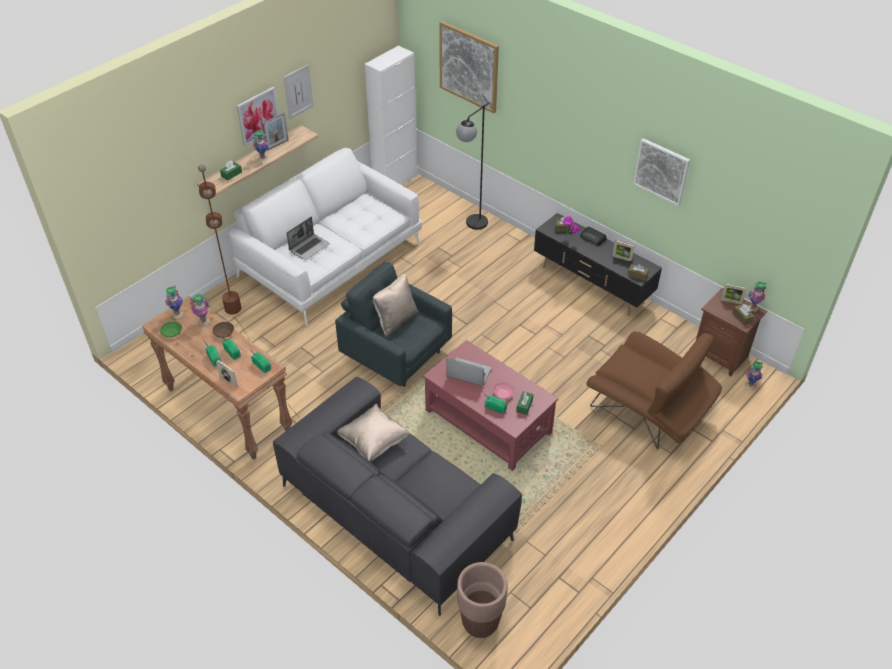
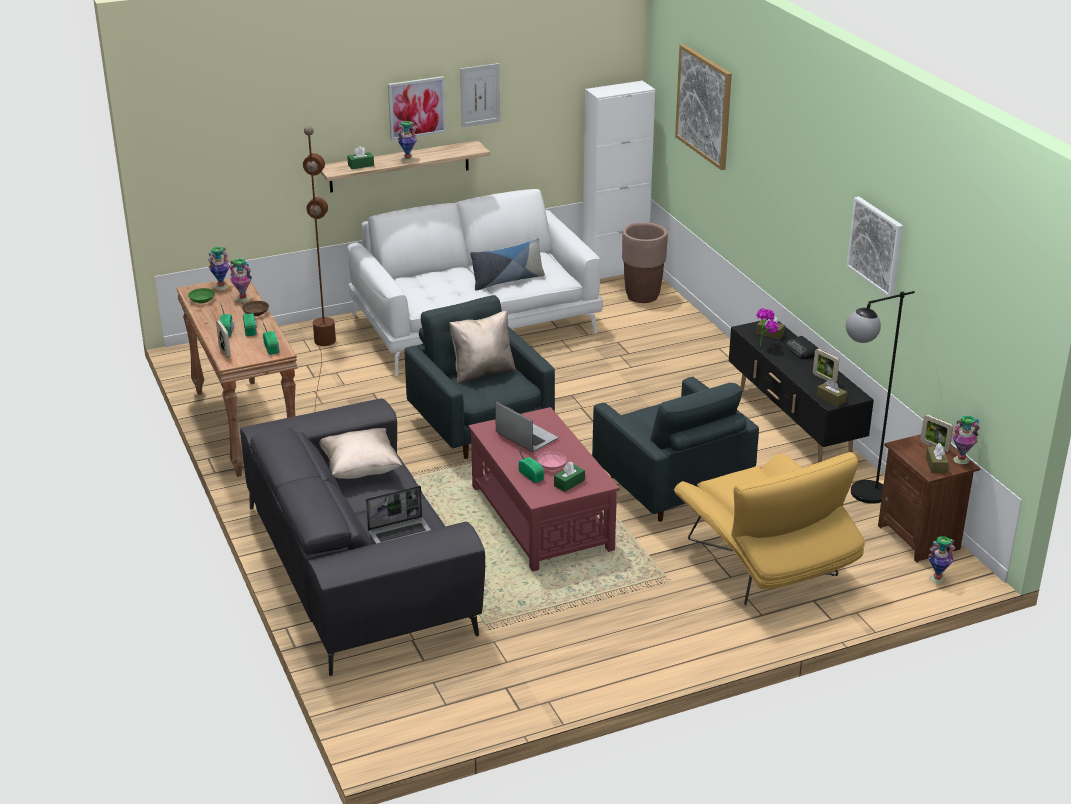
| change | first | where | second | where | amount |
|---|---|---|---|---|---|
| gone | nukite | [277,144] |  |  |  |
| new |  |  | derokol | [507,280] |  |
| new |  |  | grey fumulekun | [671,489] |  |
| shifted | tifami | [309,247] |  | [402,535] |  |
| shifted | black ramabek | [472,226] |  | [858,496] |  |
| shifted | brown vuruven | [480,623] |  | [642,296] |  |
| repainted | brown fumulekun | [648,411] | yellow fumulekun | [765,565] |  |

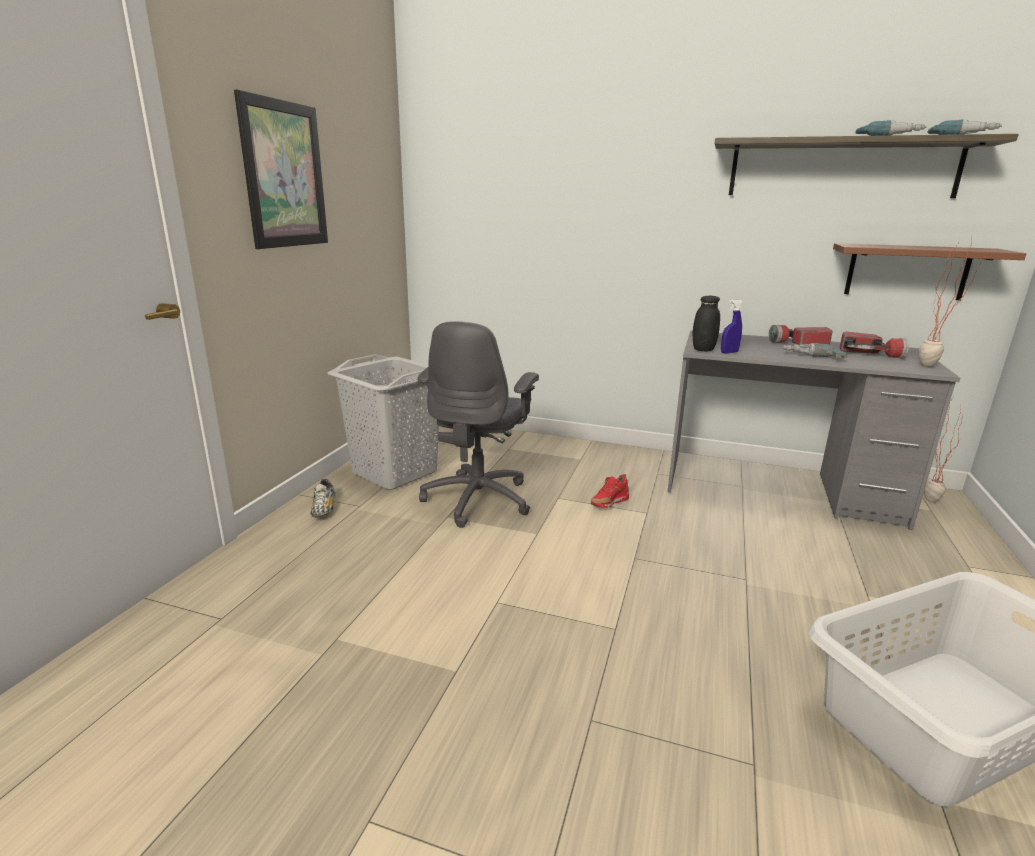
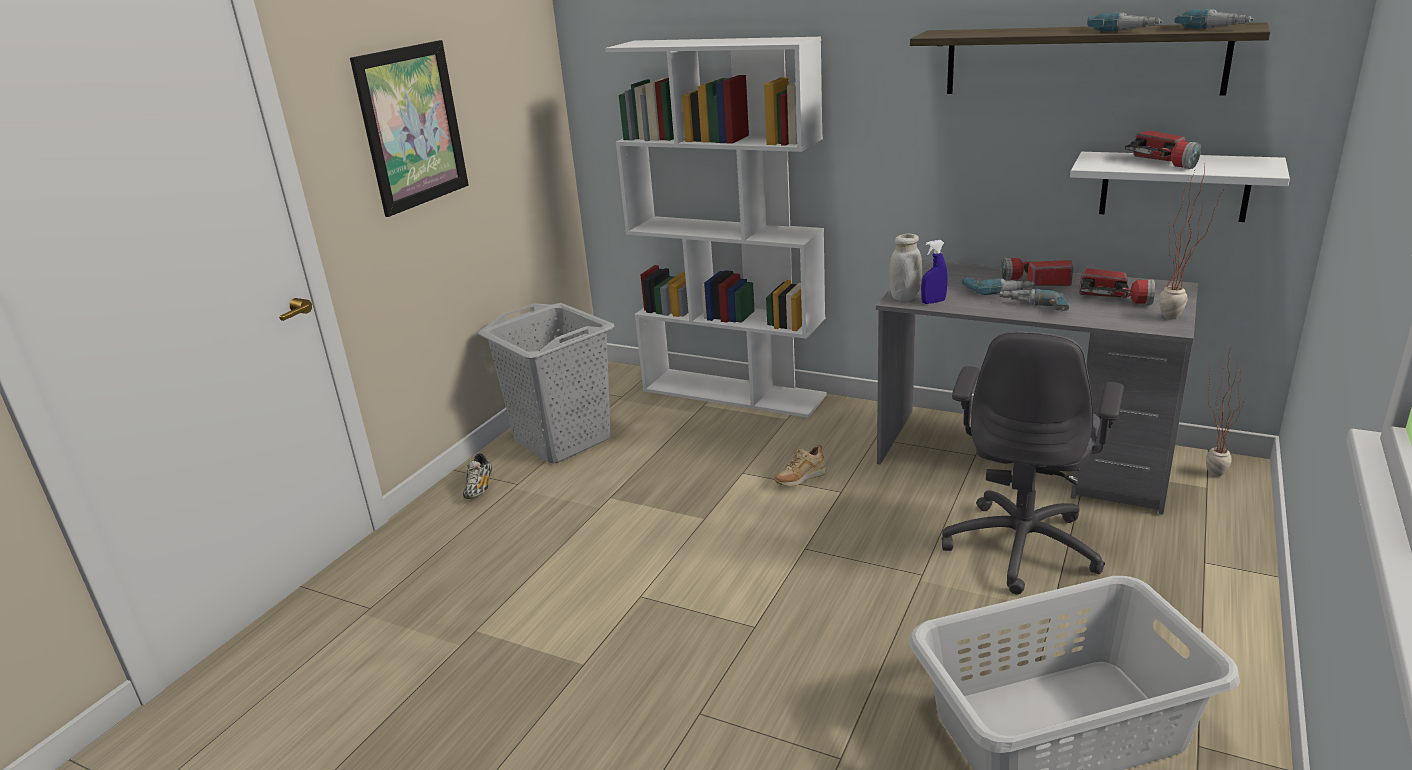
| change | first | where | second | where | amount |
|---|---|---|---|---|---|
| new |  |  | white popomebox | [734,392] |  |
| new |  |  | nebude | [997,290] |  |
| new |  |  | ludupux | [1164,162] |  |
| shifted | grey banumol | [479,499] |  | [1022,546] |  |
| repainted | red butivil | [608,504] | beige butivil | [799,480] |  |
| repainted | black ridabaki | [703,349] | white ridabaki | [904,297] |  |
| repainted | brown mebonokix | [906,271] | white mebonokix | [1174,186] |  |

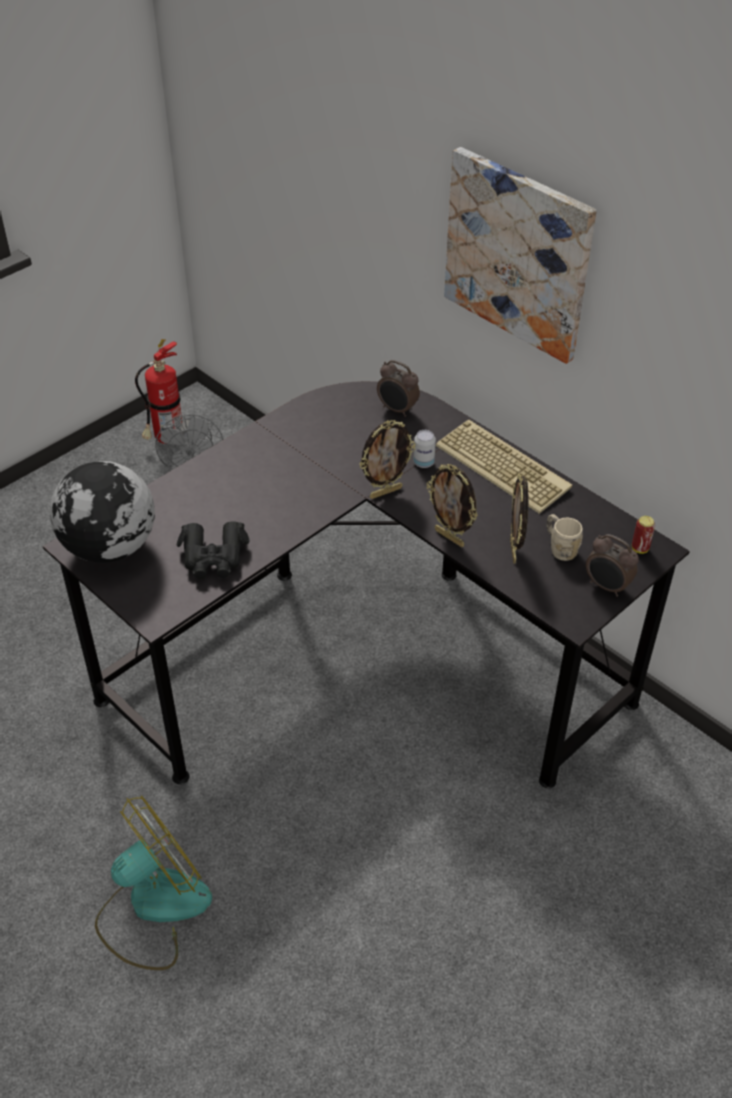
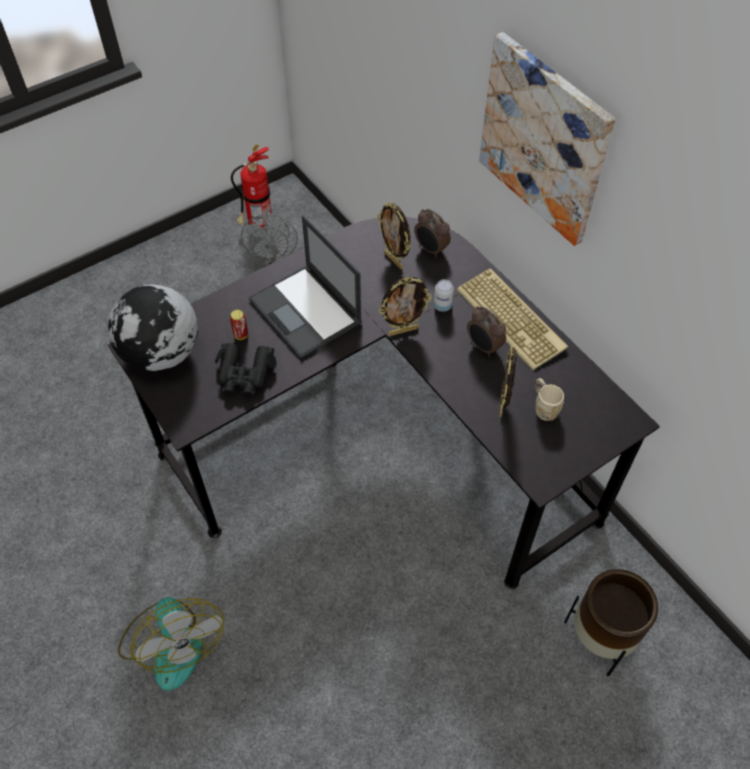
| change | first | where | second | where | amount |
|---|---|---|---|---|---|
| new |  |  | tifami | [306,312] |  |
| new |  |  | brown vuruven | [599,637] |  |
| shifted | nukite | [450,537] |  | [394,260] |  |
| shifted | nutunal | [607,587] |  | [483,347] |  |
| shifted | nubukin | [640,548] |  | [241,335] |  |
| rotated | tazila | [152,908] |  | [172,642] | 90 degrees clockwise |

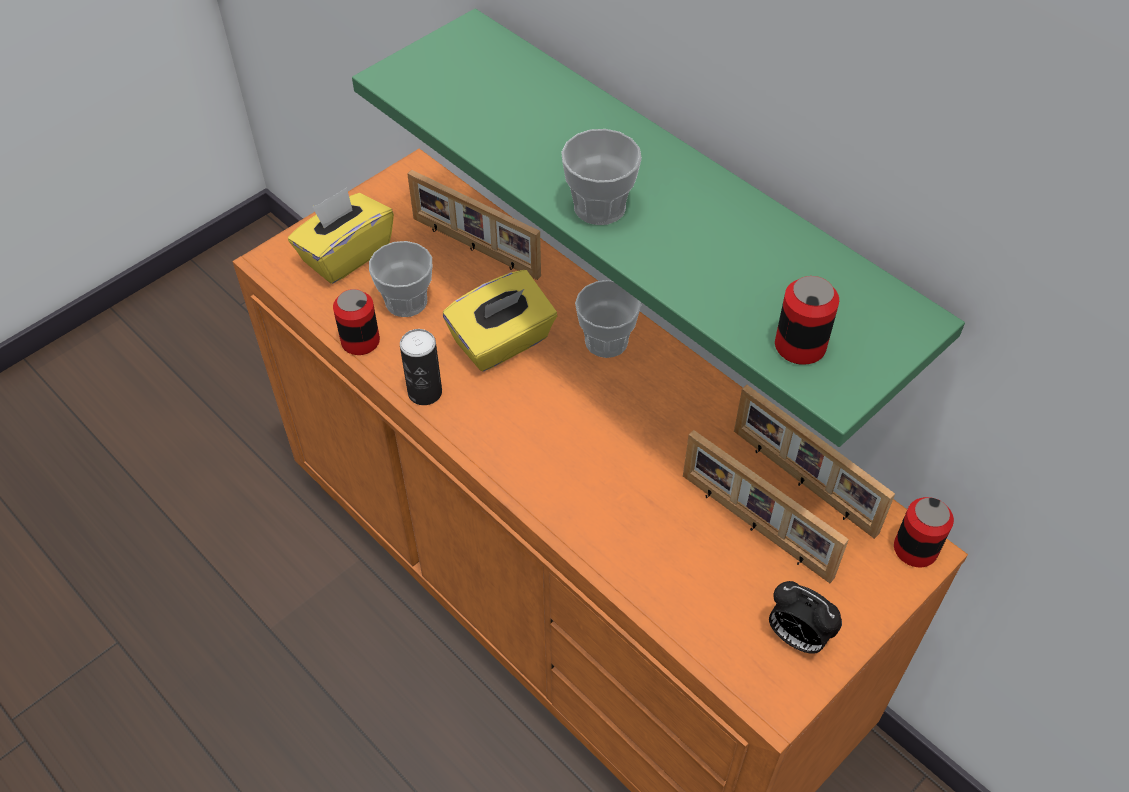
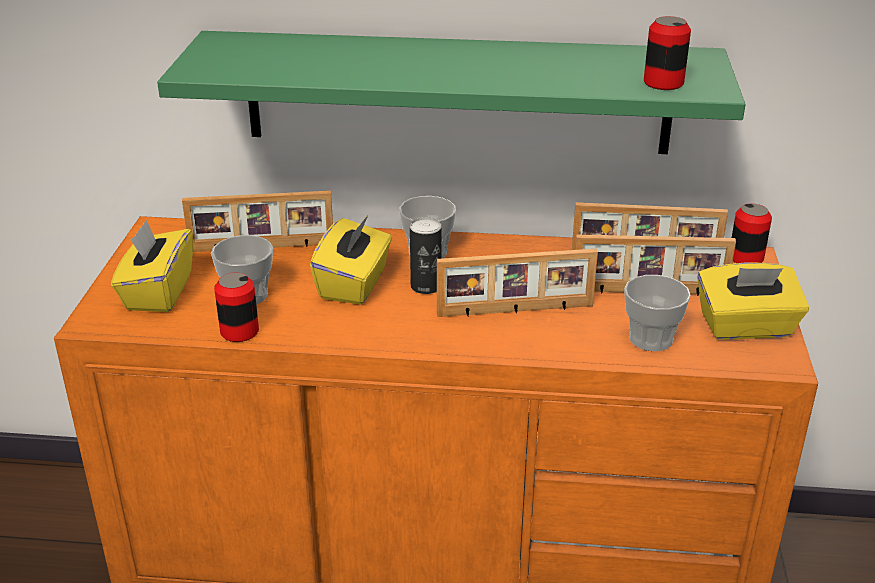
| change | first | where | second | where | amount |
|---|---|---|---|---|---|
| new |  |  | nukite | [515,311] |  |
| shifted | nubukin | [425,392] |  | [426,286] |  |
| shifted | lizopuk | [599,207] |  | [651,339] |  |
| swapped | nutunal | [796,637] | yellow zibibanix | [746,327] |  |

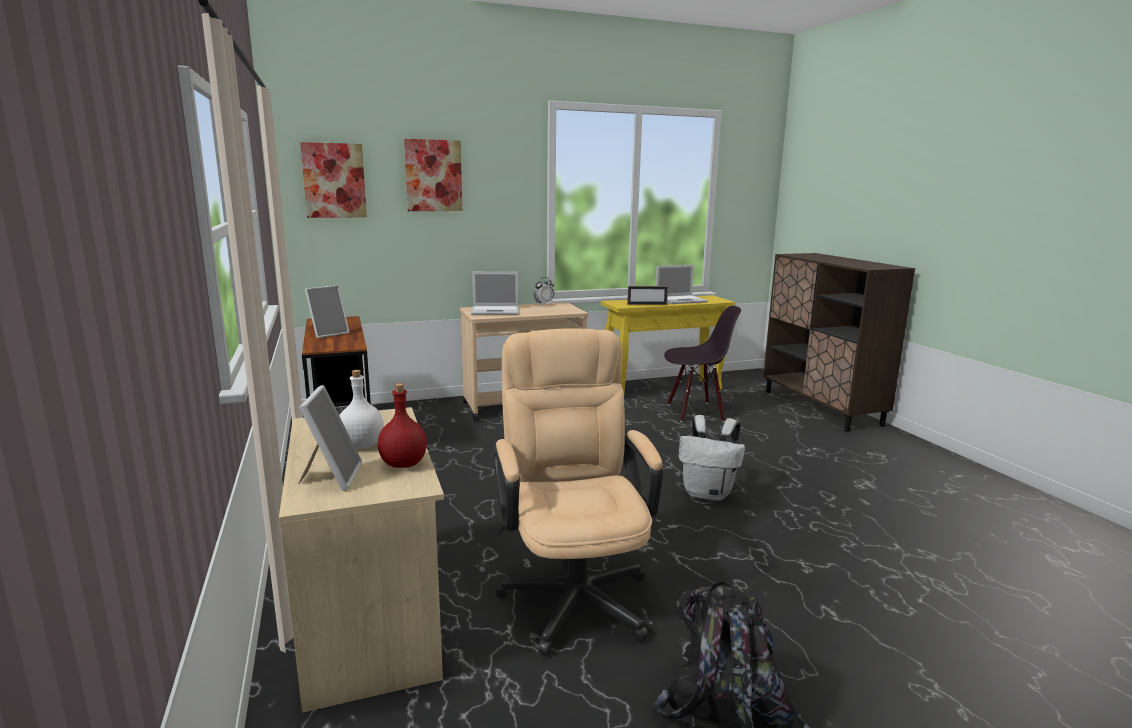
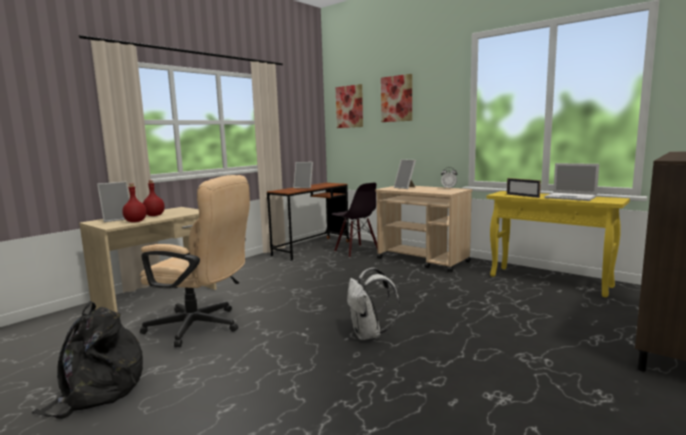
| change | first | where | second | where | amount |
|---|---|---|---|---|---|
| shifted | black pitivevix | [695,412] |  | [356,251] |  |
| swapped | tifami | [496,311] | nukite | [405,188] |  |
| repainted | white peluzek | [361,445] | red peluzek | [154,215] |  |
| rotated | beige banumol | [573,591] |  | [202,327] | 60 degrees clockwise |

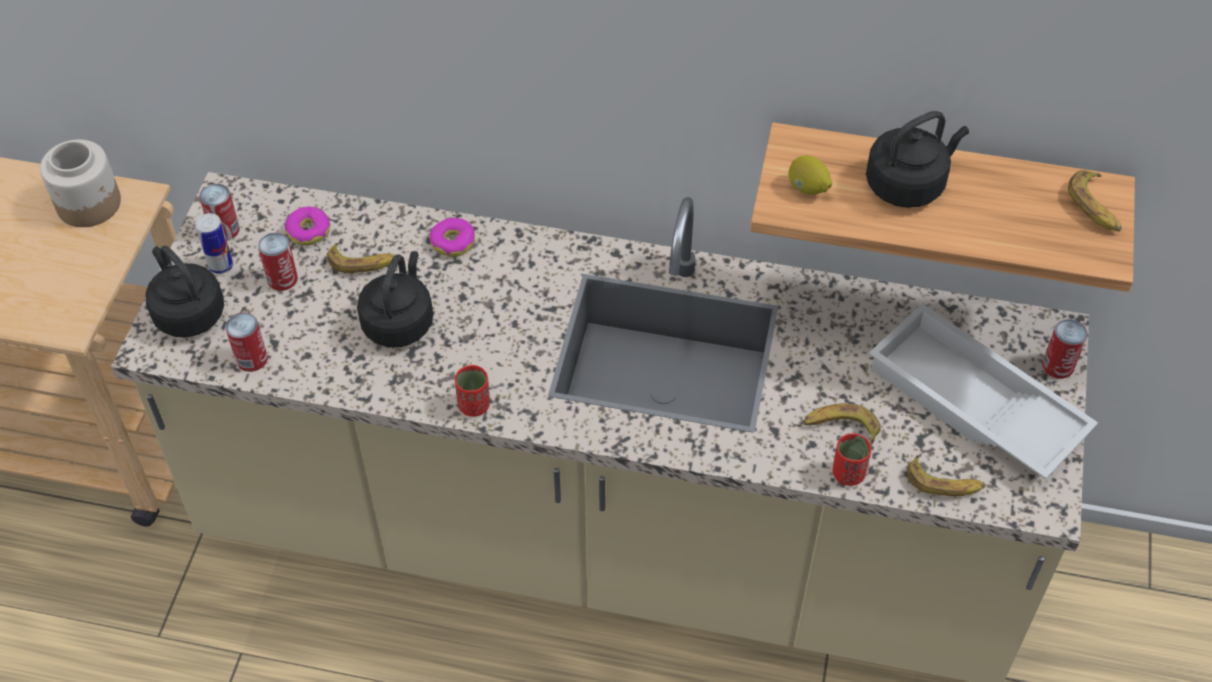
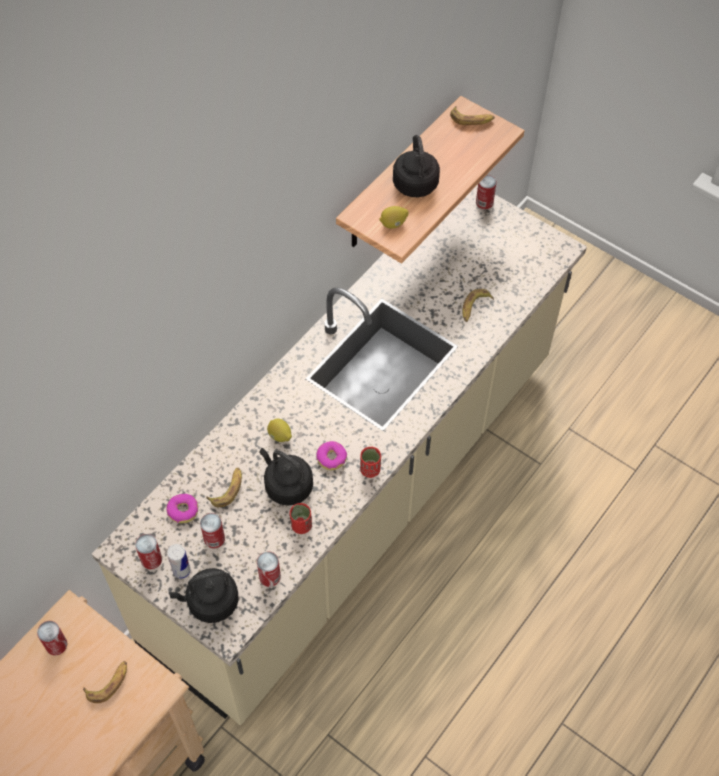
| change | first | where | second | where | amount |
|---|---|---|---|---|---|
| gone | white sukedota | [972,404] |  |  |  |
| new |  |  | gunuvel | [280,436] |  |
| shifted | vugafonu | [453,242] |  | [331,458] |  |
| shifted | red lizopuk | [848,473] |  | [301,525] |  |
| shifted | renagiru | [944,483] |  | [109,683] |  |
| swapped | ridabaki | [90,204] | nubukin | [56,645] |  |

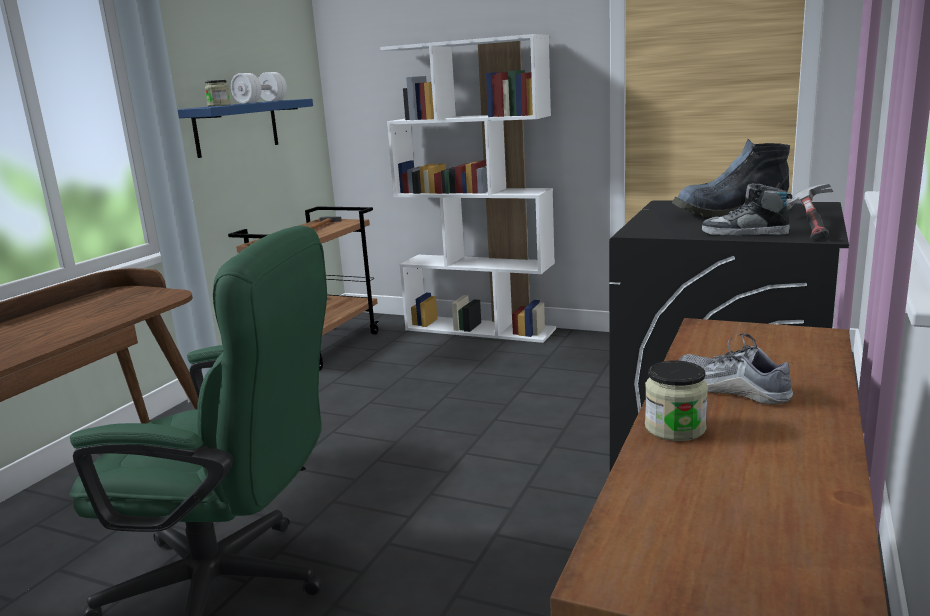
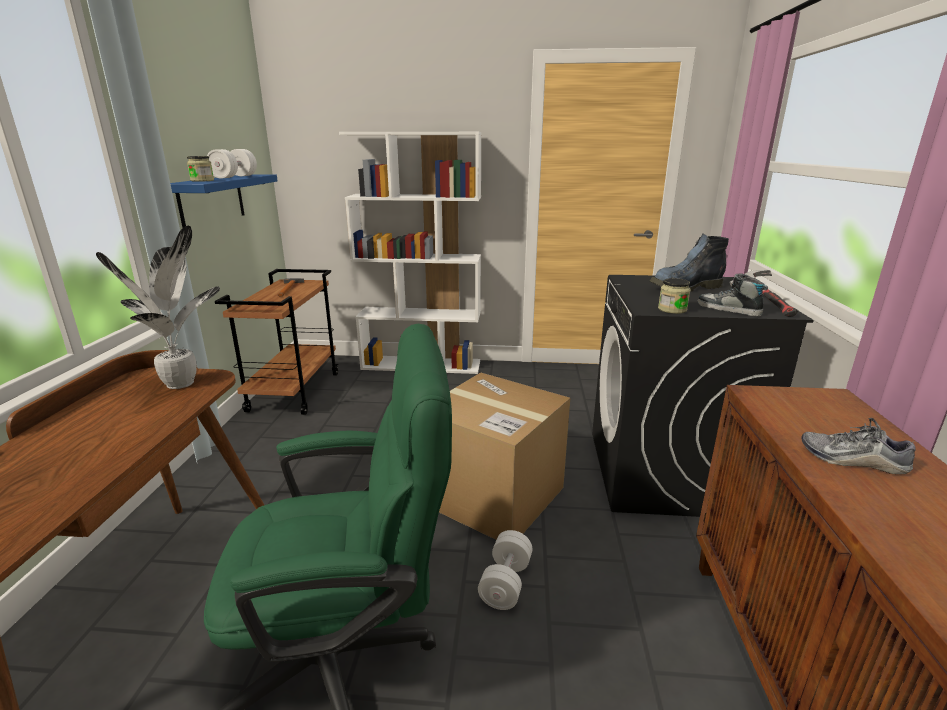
| change | first | where | second | where | amount |
|---|---|---|---|---|---|
| new |  |  | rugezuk | [182,384] |  |
| new |  |  | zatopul | [493,495] |  |
| new |  |  | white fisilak | [505,583] |  |
| shifted | ridabaki | [675,428] |  | [672,309] |  |
| rotated | butivil | [744,233] |  | [728,309] | 45 degrees clockwise |

